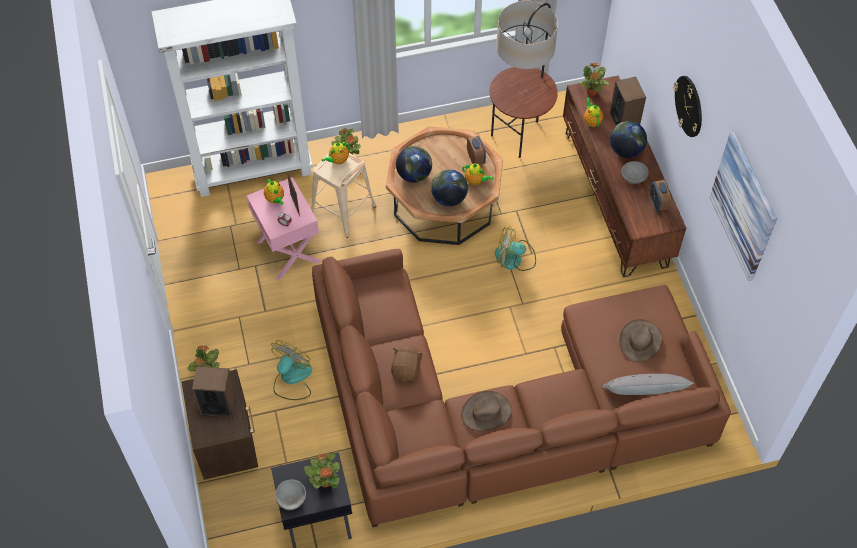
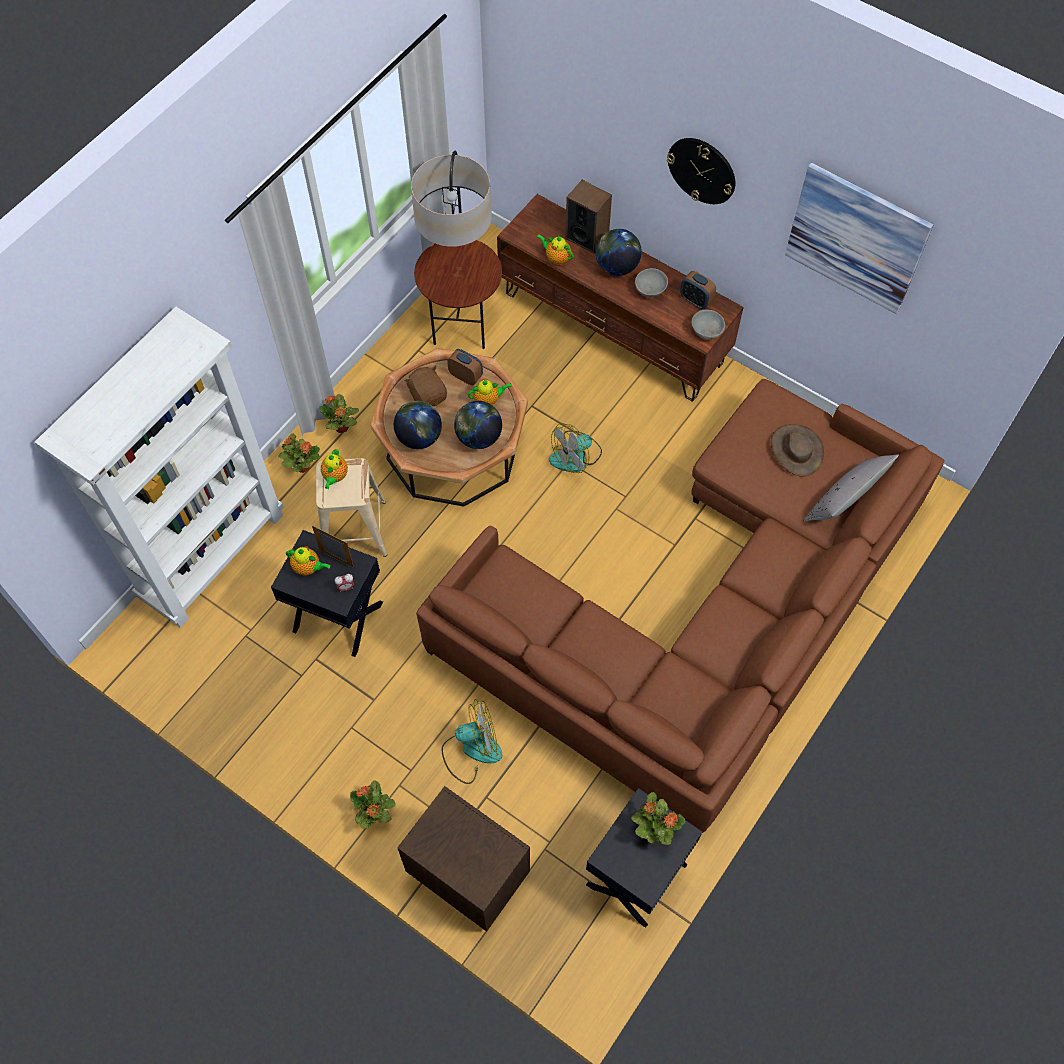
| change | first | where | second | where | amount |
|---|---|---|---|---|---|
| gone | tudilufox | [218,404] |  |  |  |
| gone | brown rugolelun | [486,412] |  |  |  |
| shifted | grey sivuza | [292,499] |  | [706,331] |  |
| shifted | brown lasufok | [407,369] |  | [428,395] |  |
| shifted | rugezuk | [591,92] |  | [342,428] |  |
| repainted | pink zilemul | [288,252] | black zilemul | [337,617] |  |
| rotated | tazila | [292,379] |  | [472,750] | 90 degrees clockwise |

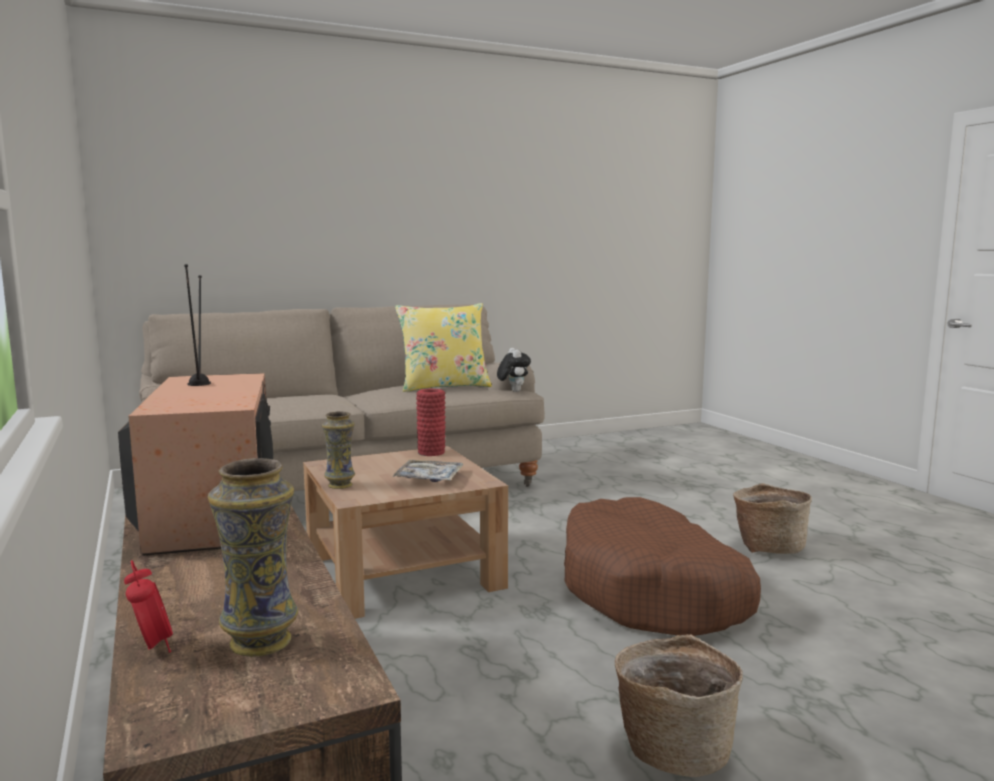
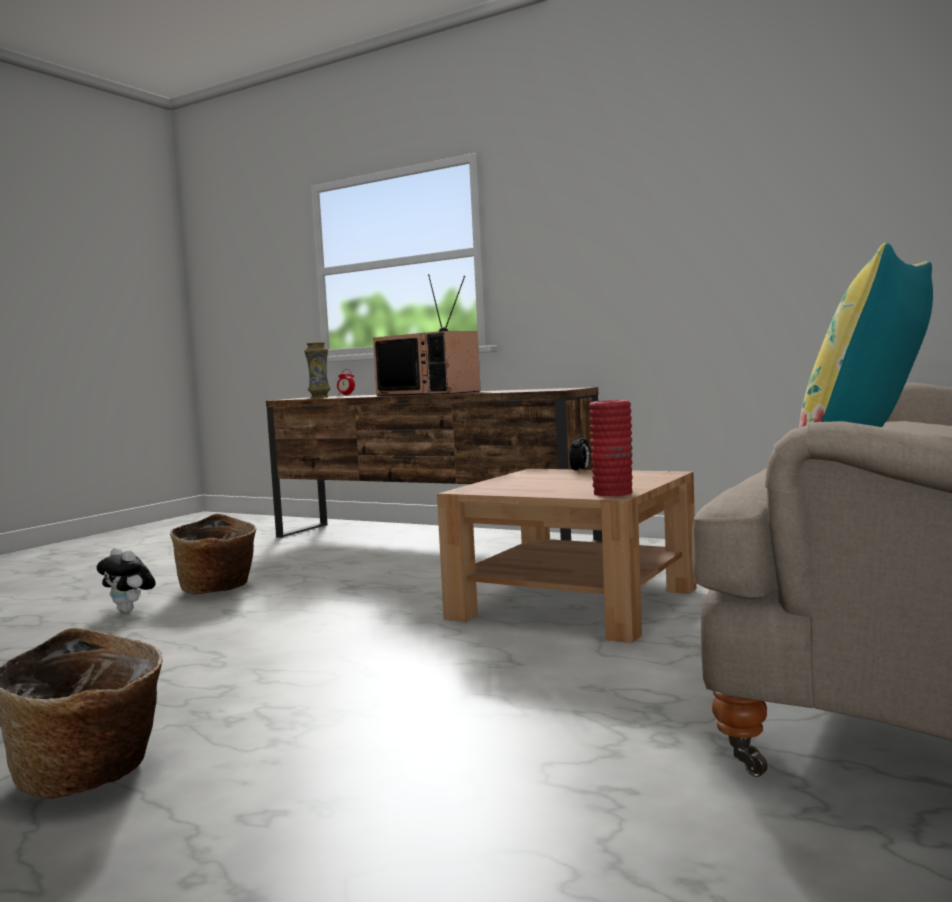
| change | first | where | second | where | amount |
|---|---|---|---|---|---|
| gone | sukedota | [429,478] |  |  |  |
| gone | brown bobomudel | [652,591] |  |  |  |
| shifted | lasufok | [513,391] |  | [130,611] |  |
| swapped | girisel | [340,485] | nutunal | [580,471] |  |

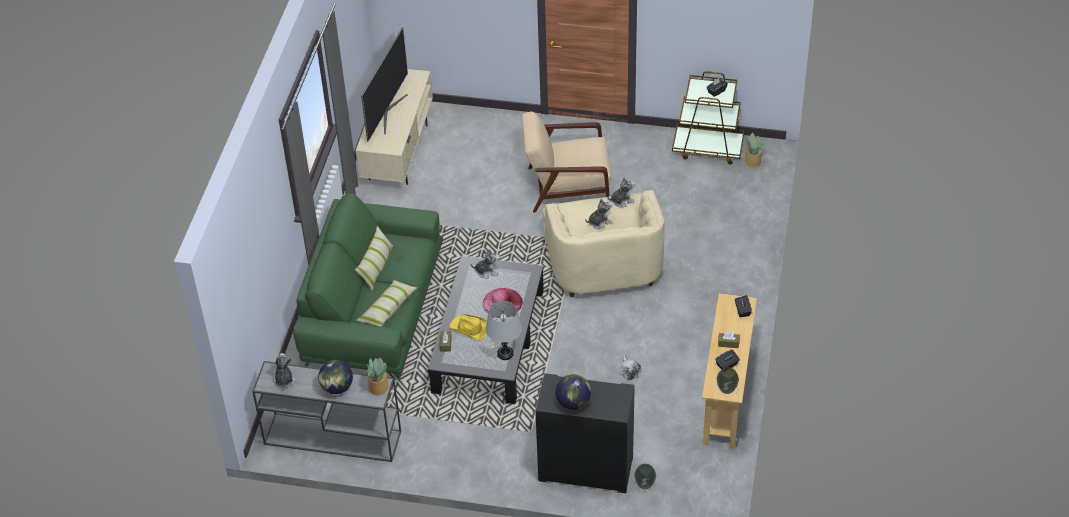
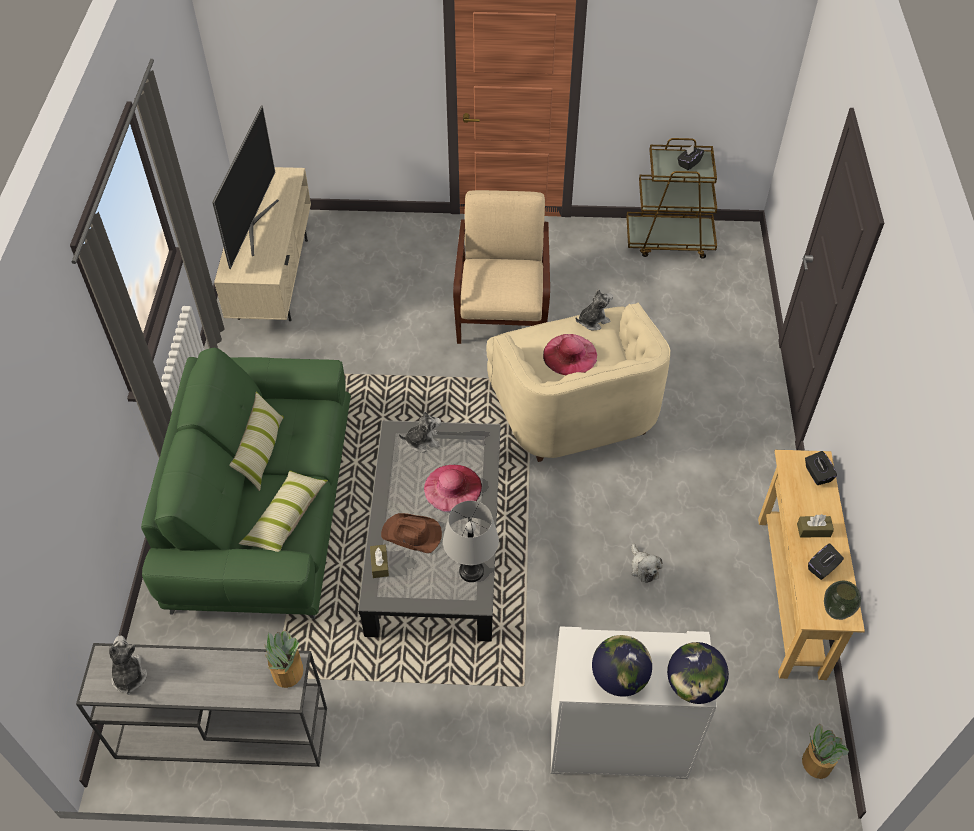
| change | first | where | second | where | amount |
|---|---|---|---|---|---|
| gone | girisel | [644,485] |  |  |  |
| shifted | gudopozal | [337,388] |  | [693,686] |  |
| shifted | rugezuk | [752,161] |  | [816,762] |  |
| swapped | lasufok | [599,222] | pink rugolelun | [570,354] |  |
| repainted | yellow rugolelun | [470,328] | brown rugolelun | [412,535] |  |
| repainted | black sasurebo | [585,469] | white sasurebo | [617,742] |  |
| rotated | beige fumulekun | [567,187] |  | [502,306] | 105 degrees clockwise |

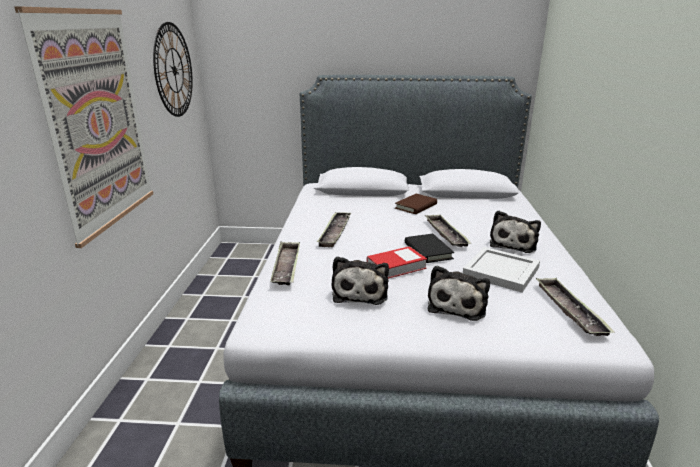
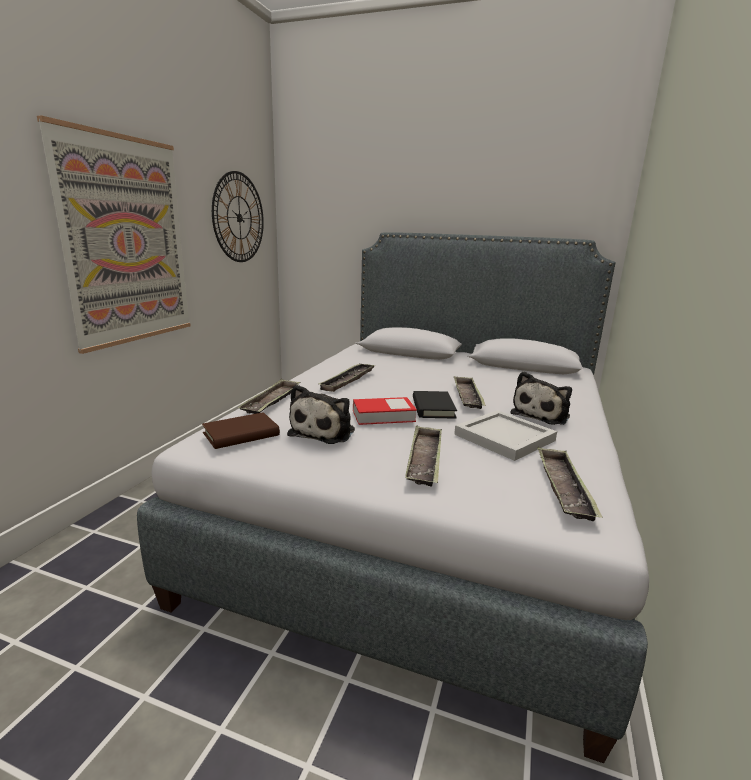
| change | first | where | second | where | amount |
|---|---|---|---|---|---|
| shifted | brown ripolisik | [416,206] |  | [241,434] |  |
| swapped | lasufok | [457,305] | sukedota | [424,460] |  |

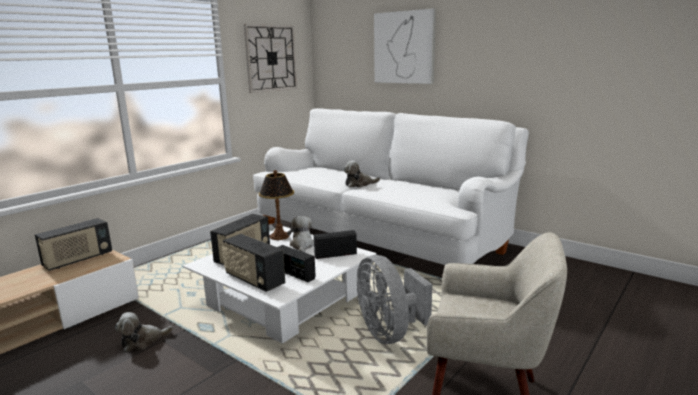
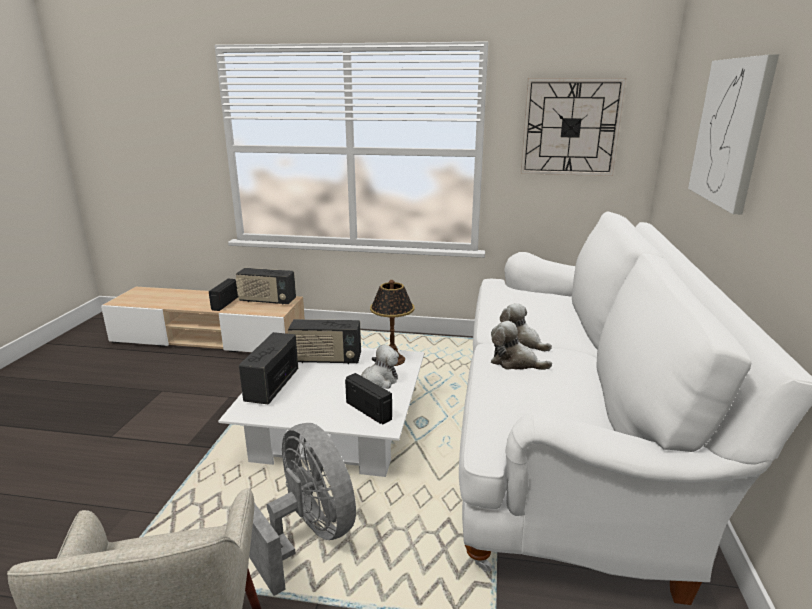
| change | first | where | second | where | amount |
|---|---|---|---|---|---|
| shifted | lasufok | [143,341] |  | [515,362] |  |
| shifted | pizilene | [295,274] |  | [224,303] |  |
| rotated | grey tazila | [389,333] |  | [308,535] | 105 degrees clockwise |

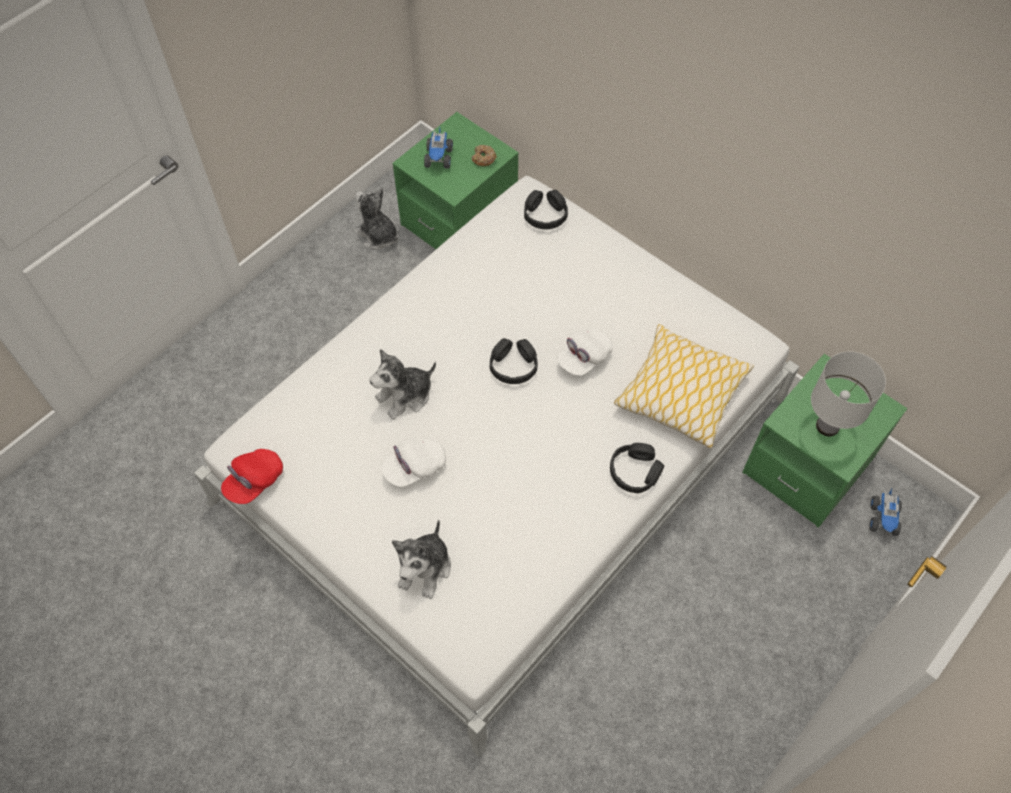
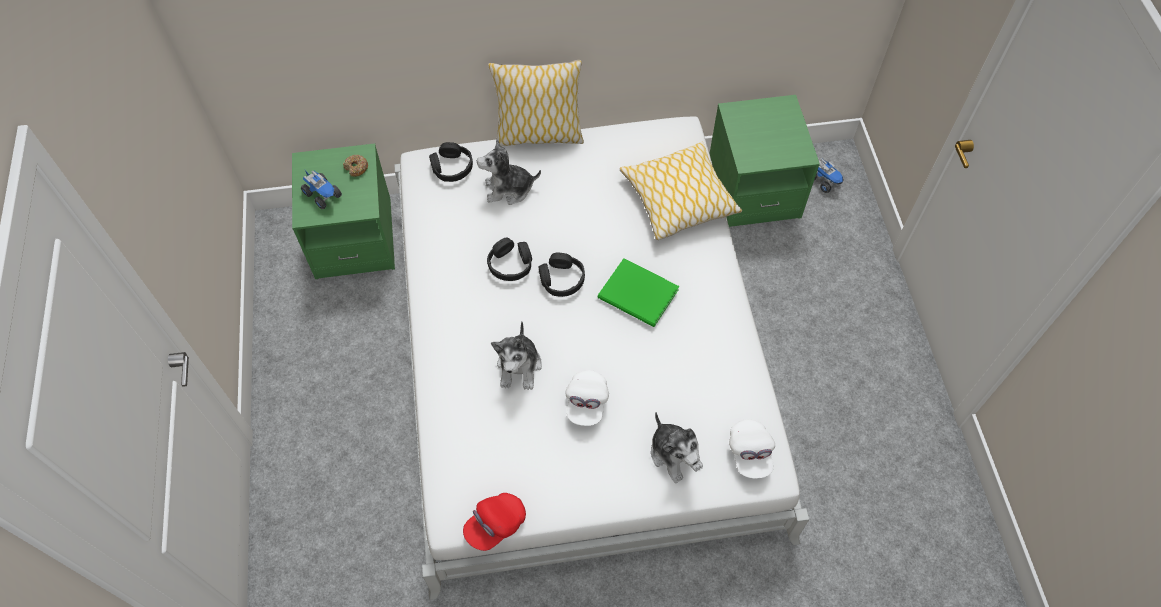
| change | first | where | second | where | amount |
|---|---|---|---|---|---|
| gone | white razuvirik | [828,426] |  |  |  |
| new |  |  | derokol | [539,134] |  |
| new |  |  | green ripolisik | [639,296] |  |
| shifted | lasufok | [378,235] |  | [509,189] |  |
| shifted | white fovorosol | [584,358] |  | [750,453] |  |
| shifted | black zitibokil | [635,472] |  | [510,264] |  |
| rotated | red fovorosol | [254,481] |  | [495,525] | 60 degrees clockwise |

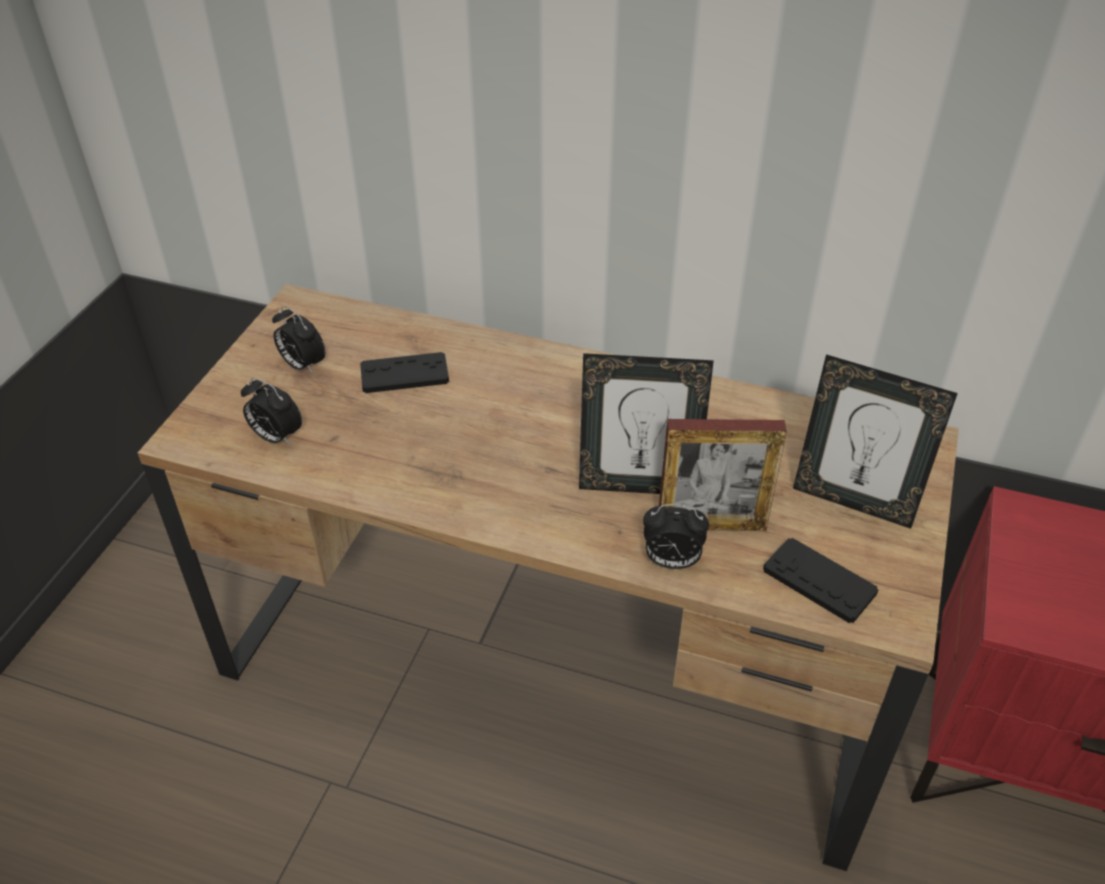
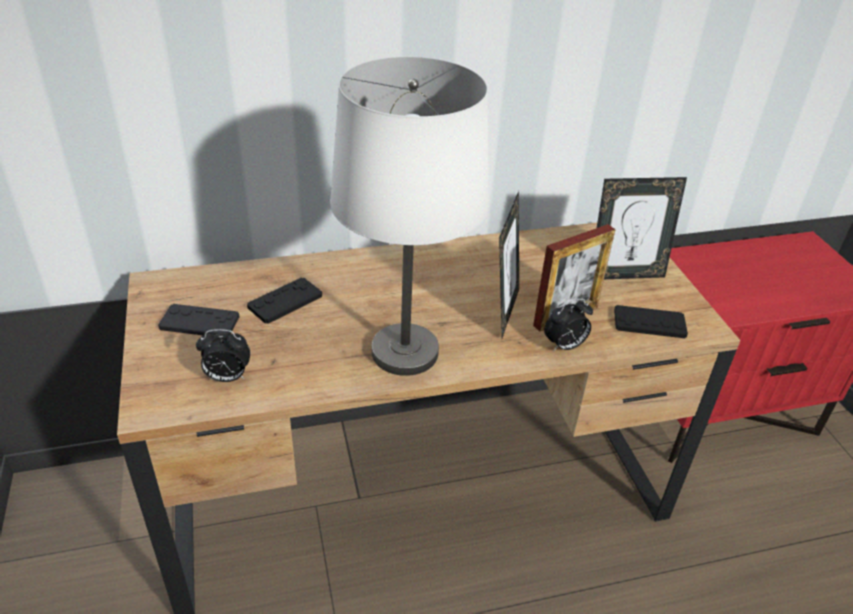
| change | first | where | second | where | amount |
|---|---|---|---|---|---|
| new |  |  | white razuvirik | [405,352] |  |
| swapped | nutunal | [302,365] | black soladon | [199,322] |  |
| rotated | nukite | [638,485] |  | [503,311] | 45 degrees counterclockwise |

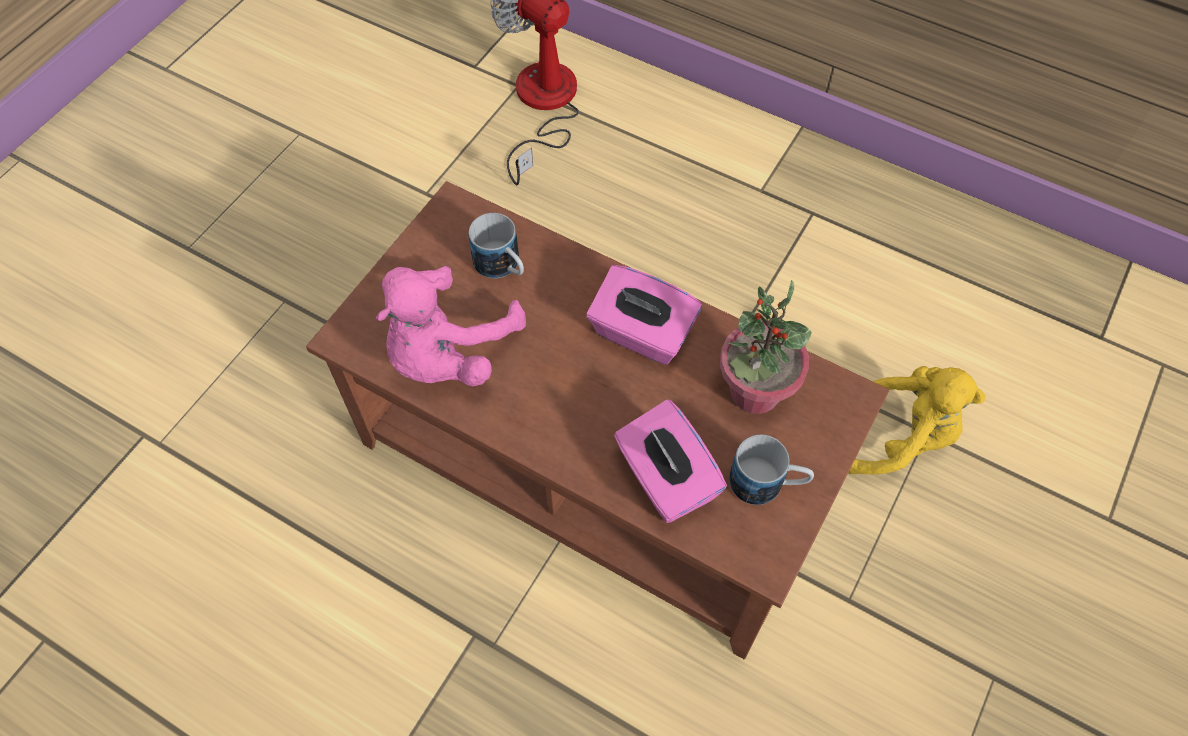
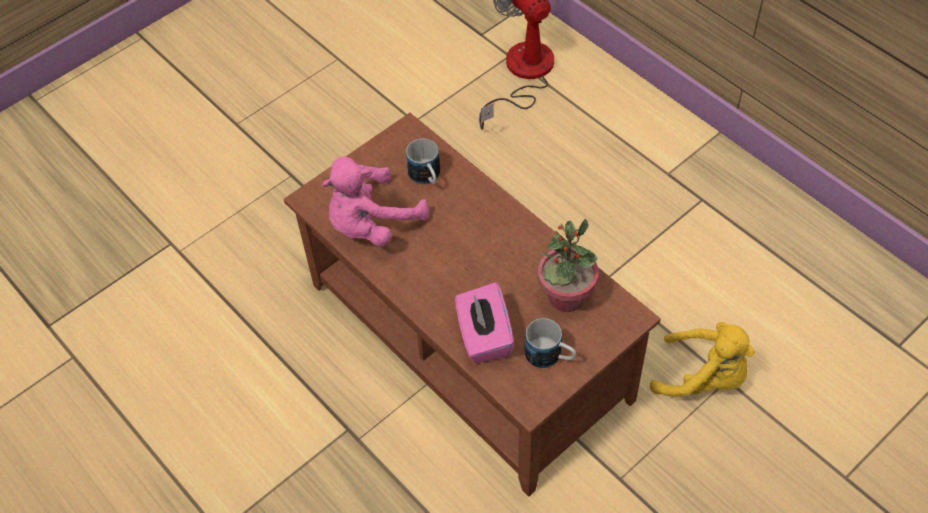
| change | first | where | second | where | amount |
|---|---|---|---|---|---|
| gone | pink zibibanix | [641,334] |  |  |  |

